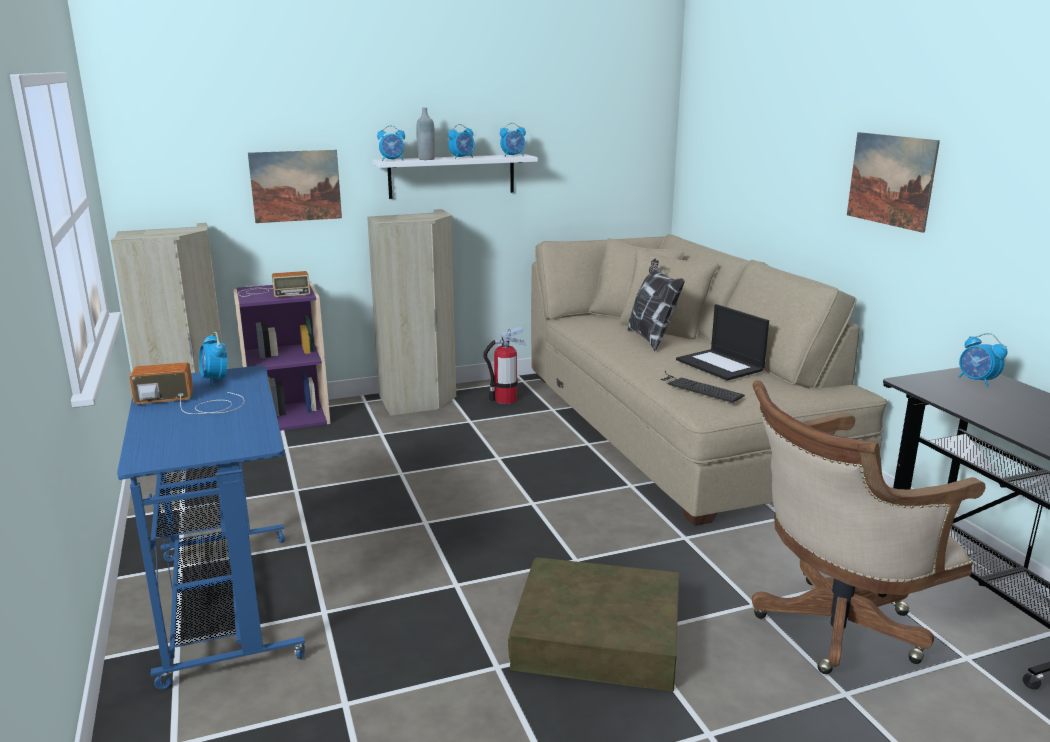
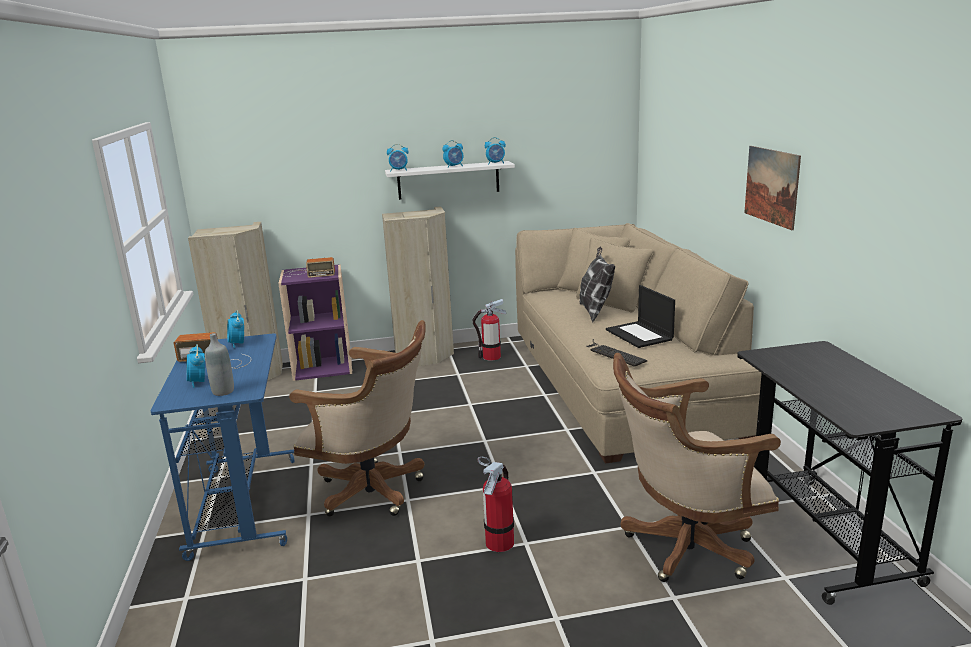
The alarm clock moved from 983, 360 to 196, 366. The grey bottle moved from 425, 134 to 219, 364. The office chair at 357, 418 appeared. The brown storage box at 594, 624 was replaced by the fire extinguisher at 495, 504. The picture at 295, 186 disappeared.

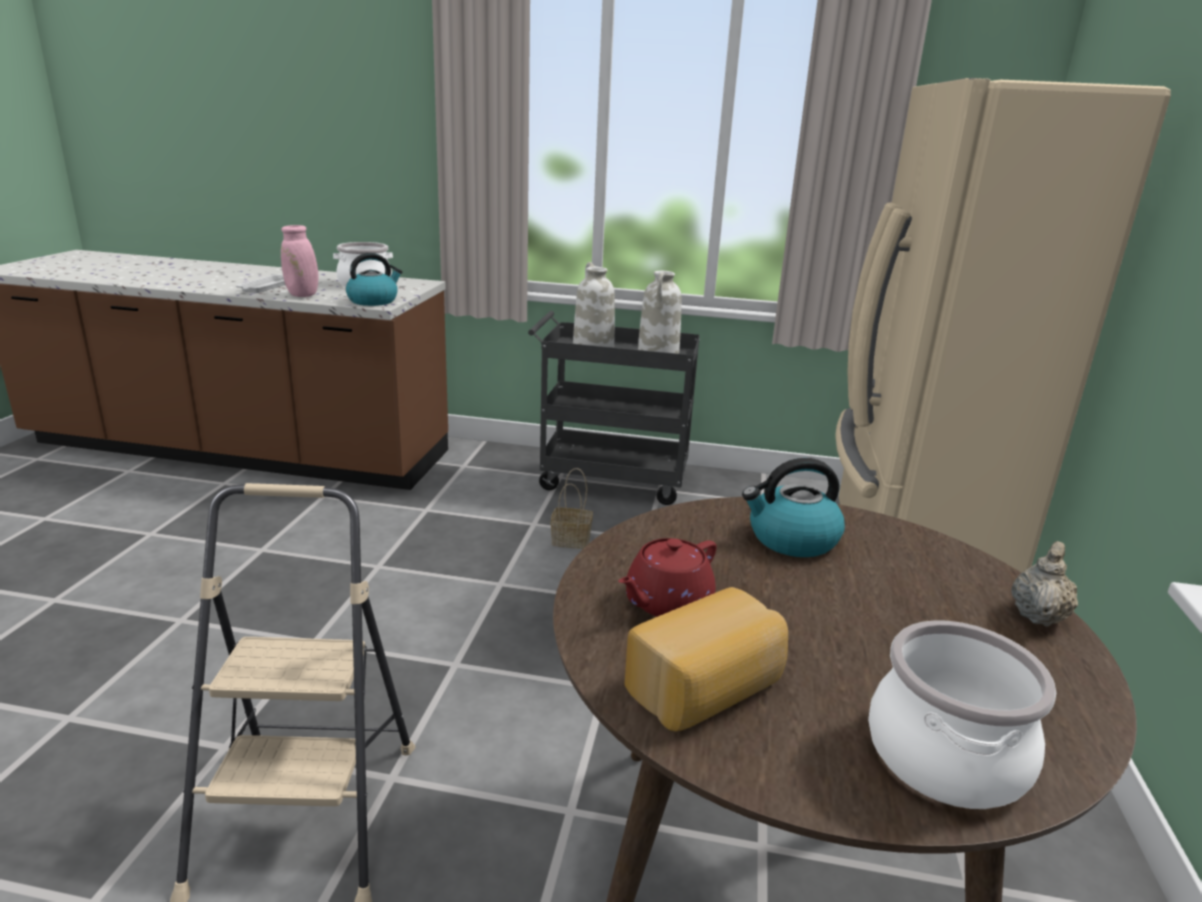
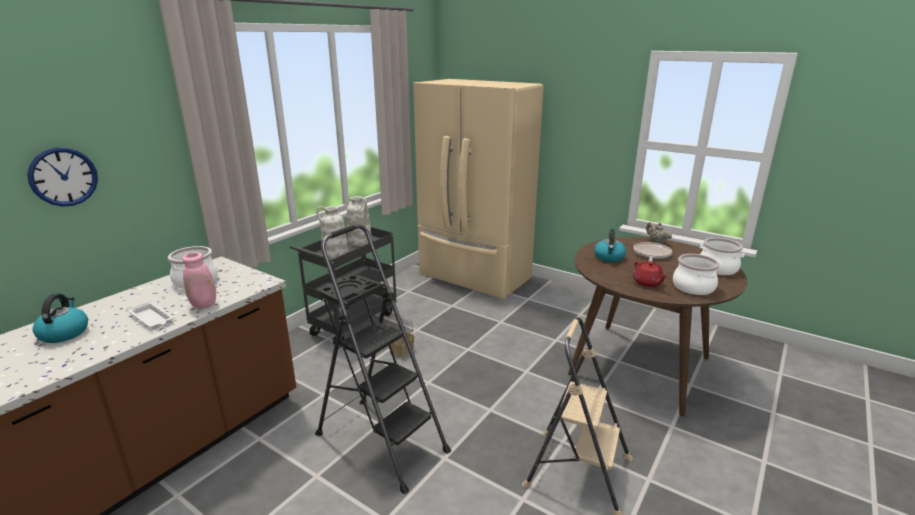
The wall clock at 62, 177 appeared. The kettle moved from 374, 279 to 60, 318. The step ladder at 383, 359 appeared. The frying pan at 652, 252 appeared. The bread at 706, 659 was replaced by the cooking pot at 696, 274.

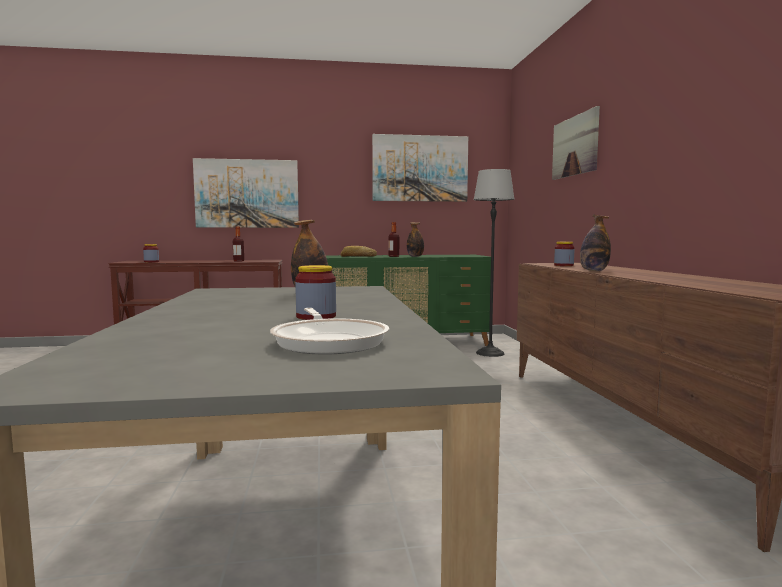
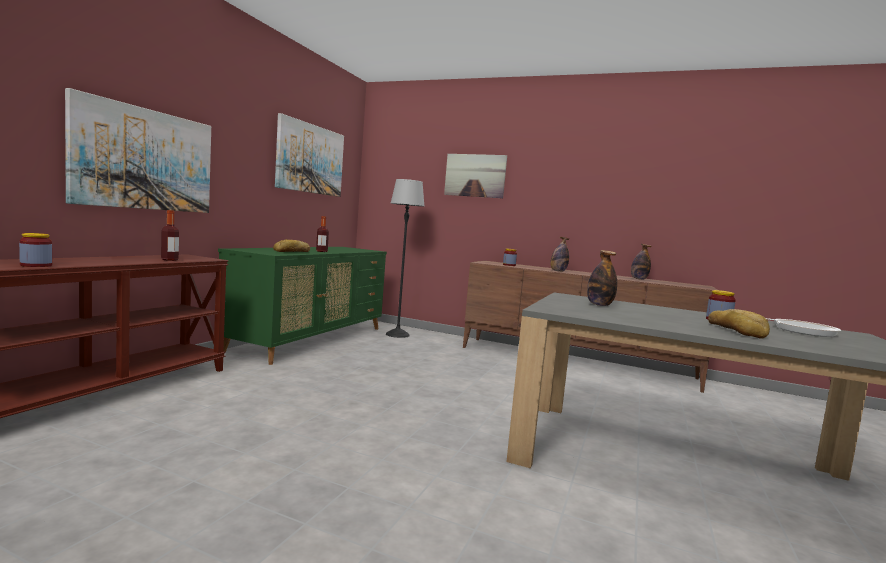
The bottle moved from 415, 239 to 641, 262. The bread at 739, 324 appeared.

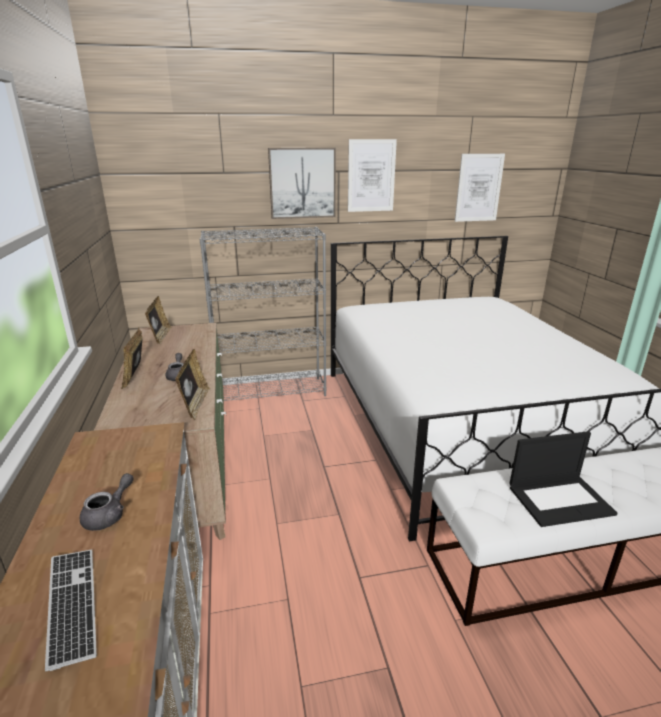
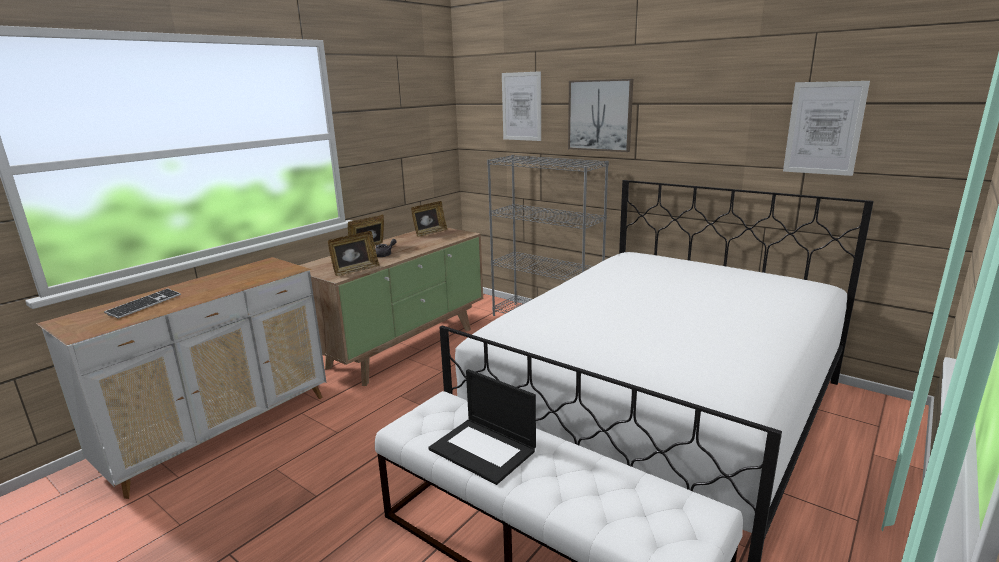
The picture moved from 372, 175 to 521, 106. The grey teapot at 107, 502 disappeared.

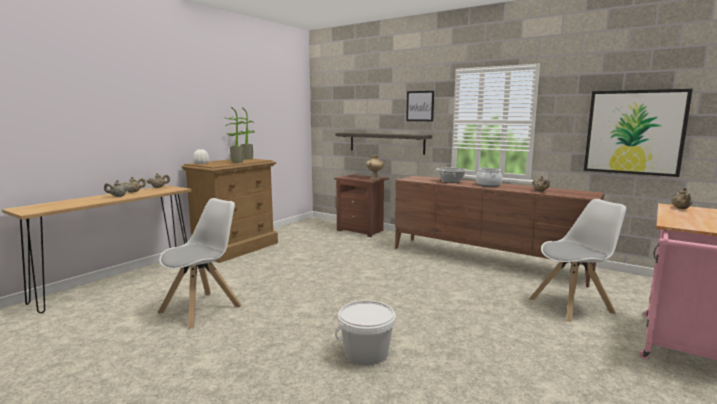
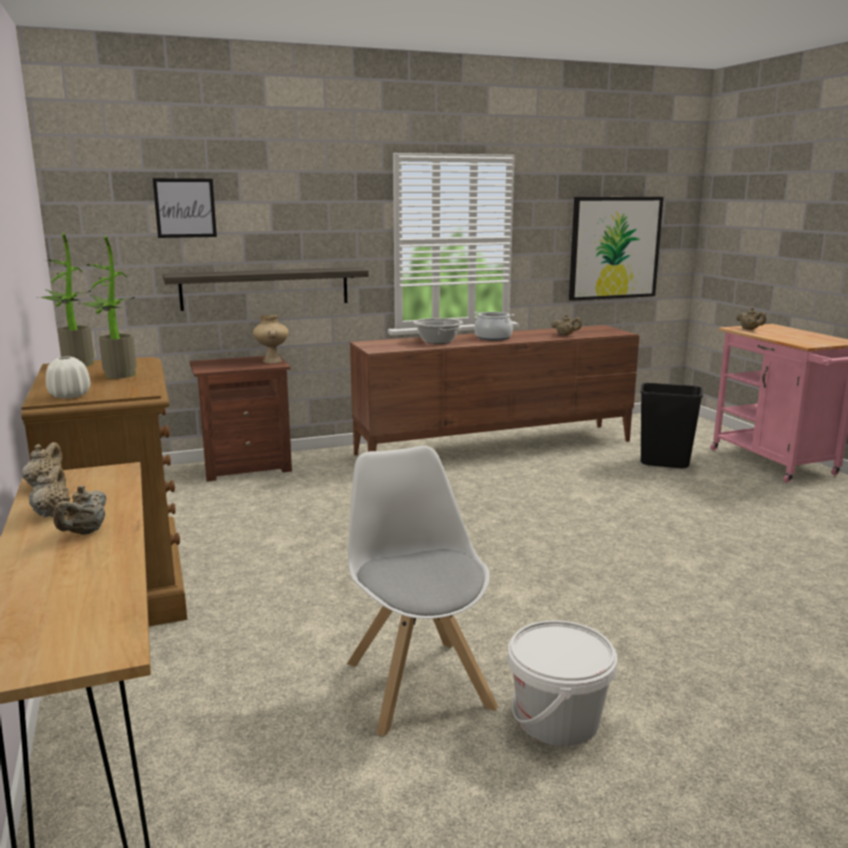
The picture moved from 420, 106 to 185, 208. The white bucket moved from 365, 332 to 562, 683. The chair at 577, 260 was replaced by the black trash can at 671, 425.

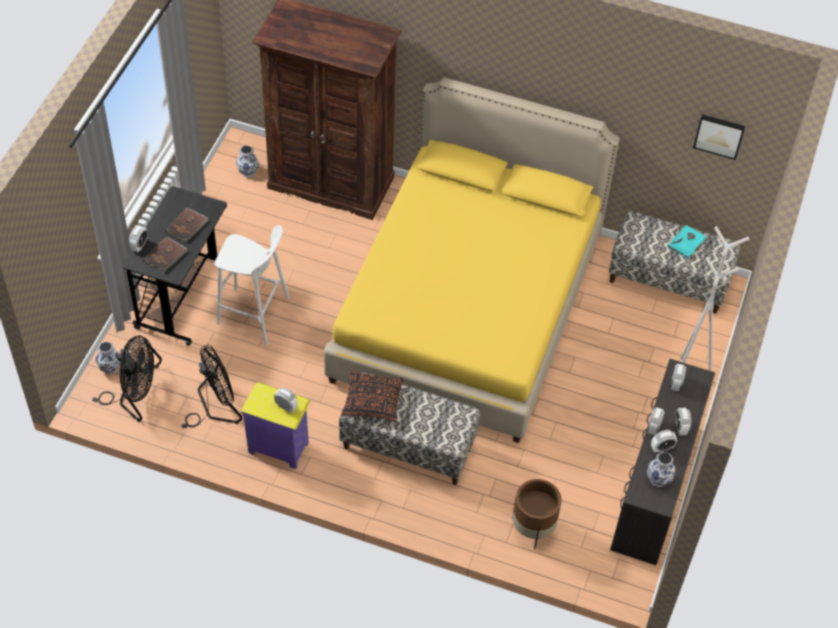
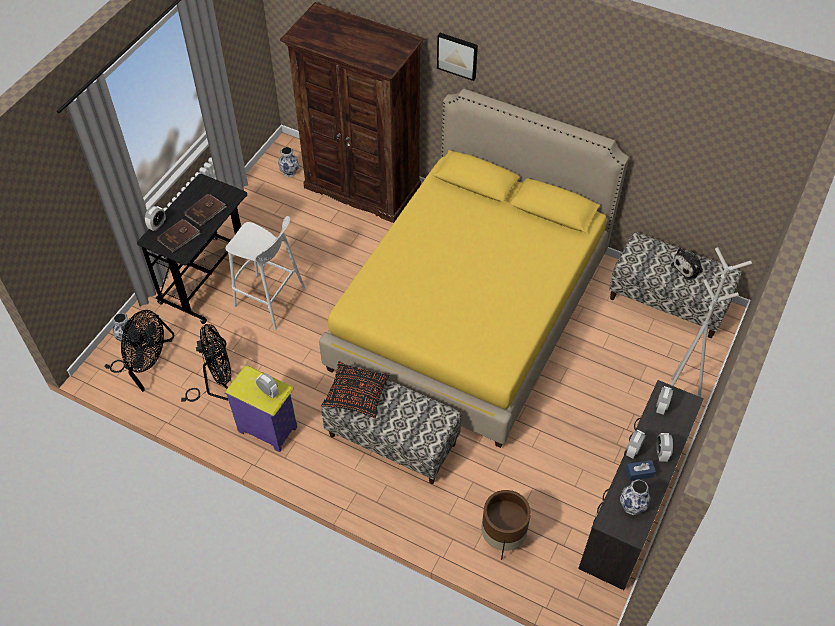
The picture moved from 719, 137 to 457, 57. The alarm clock at 664, 441 was replaced by the blue tissue box at 641, 470. The turquoise book at 687, 242 was replaced by the plush toy at 687, 264.

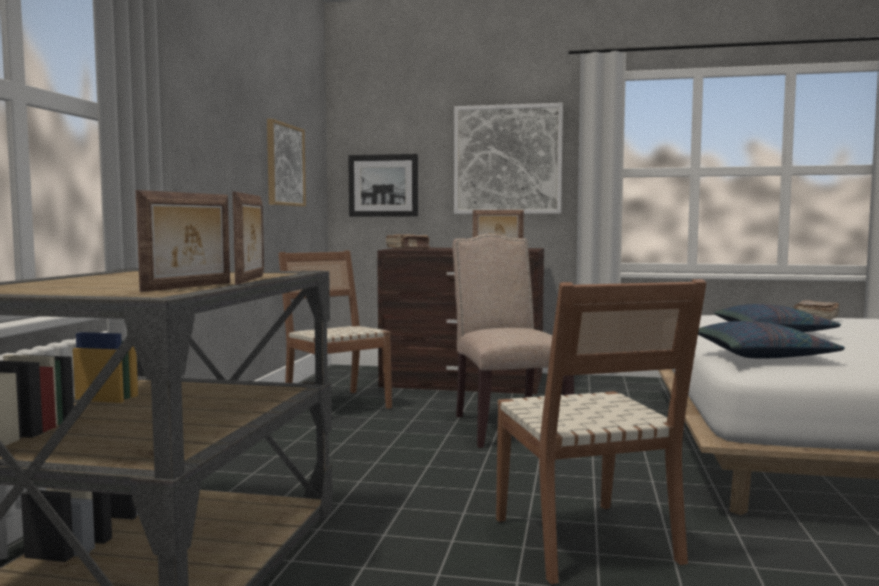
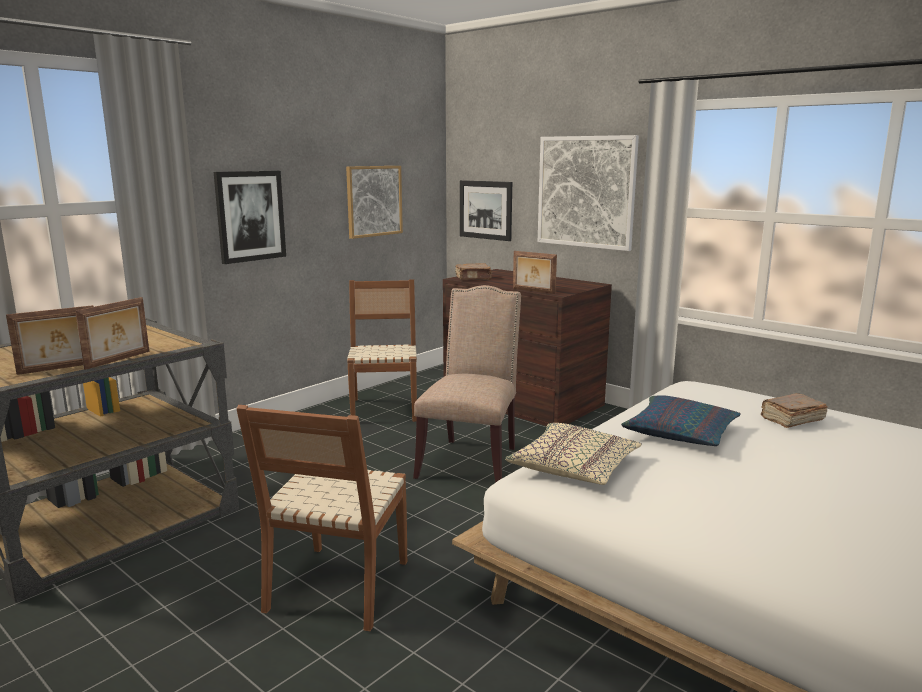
The picture at 250, 217 appeared. The blue pillow at 771, 339 became the beige pillow at 573, 454.

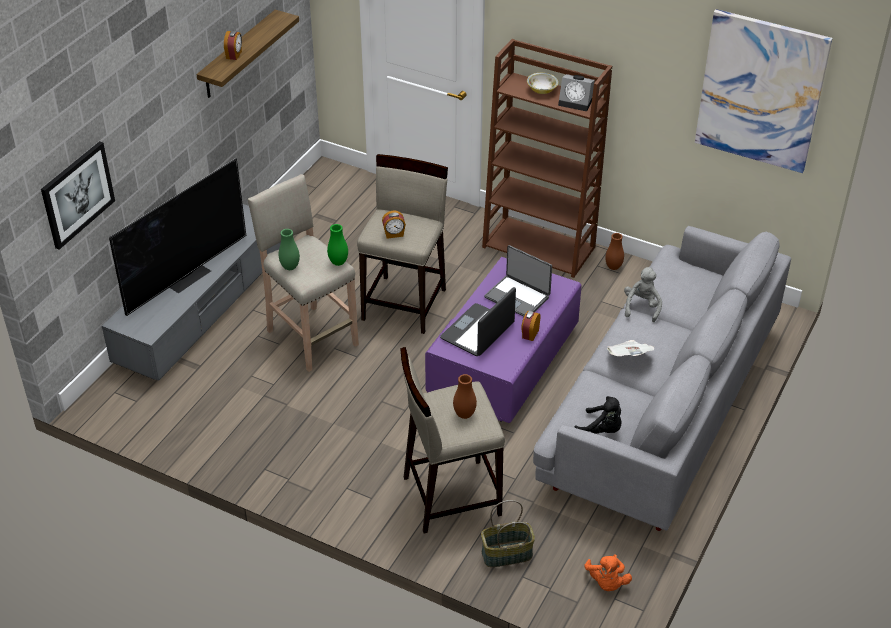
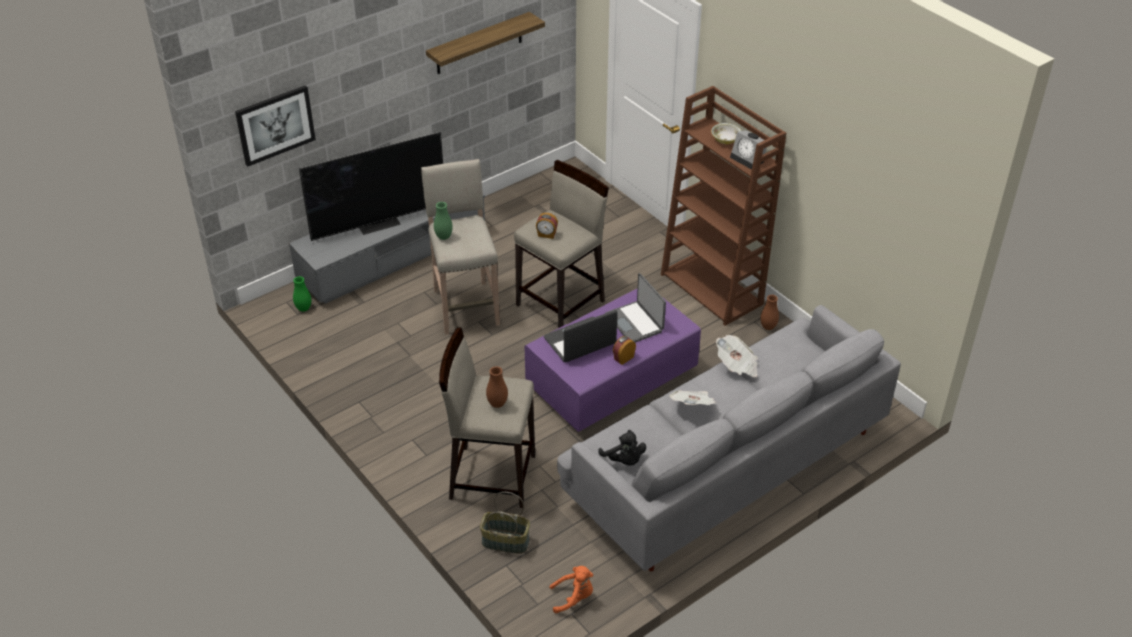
The green vase moved from 337, 245 to 302, 294. The orange plush toy at 608, 572 turned 120 degrees counterclockwise. The grey plush toy at 643, 294 was replaced by the newspaper at 737, 356. The alarm clock at 233, 45 disappeared. The picture at 764, 91 disappeared.

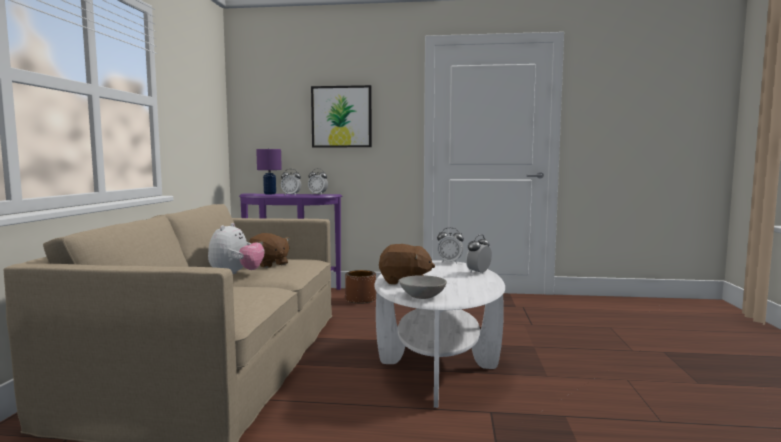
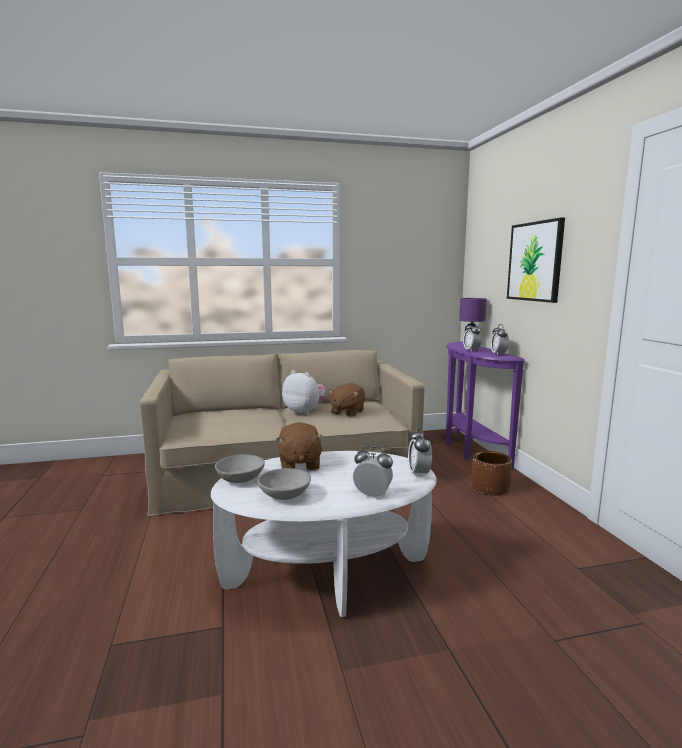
The grey bowl at 284, 484 appeared. The plush toy at 236, 248 turned 135 degrees counterclockwise.

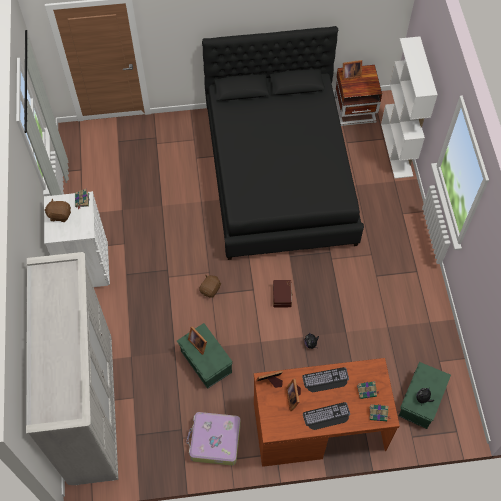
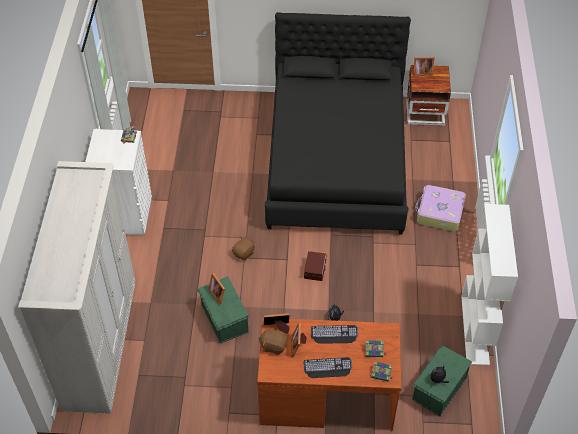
The brown plush toy moved from 57, 210 to 273, 341. The suitcase moved from 213, 439 to 440, 208. The white bookcase moved from 409, 107 to 489, 285.

